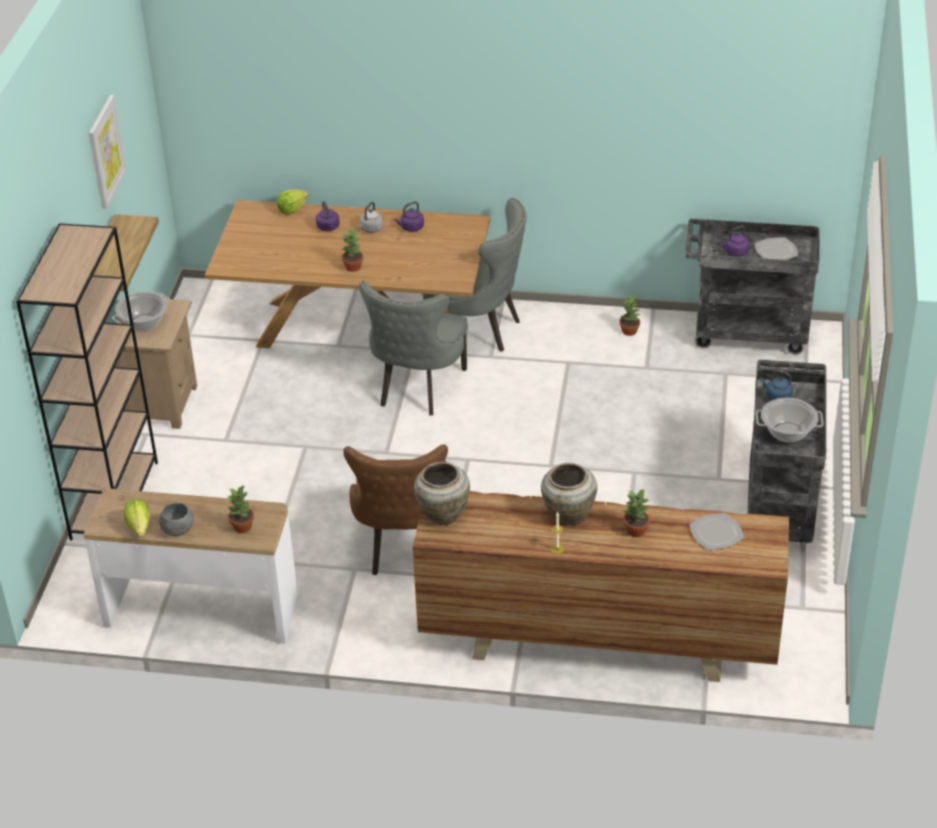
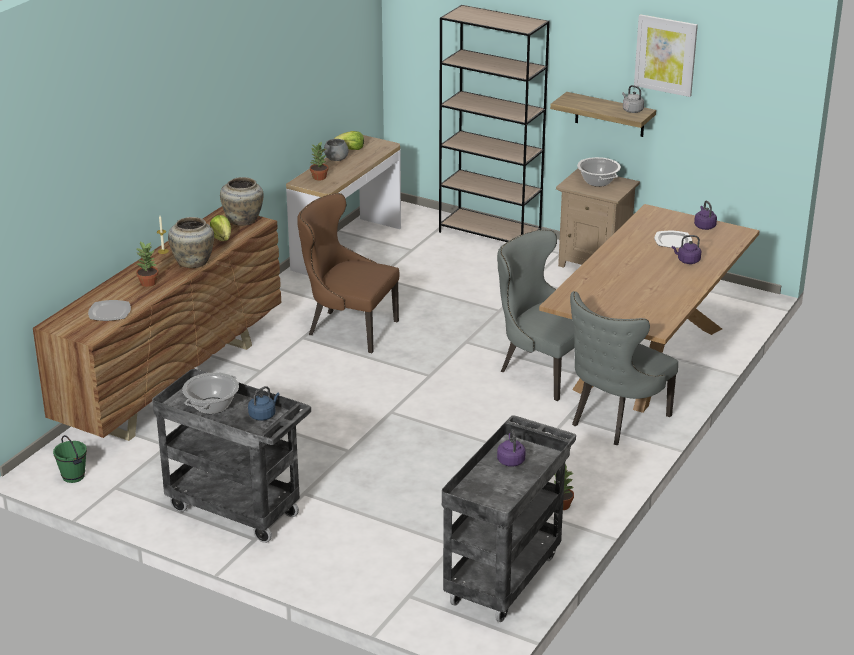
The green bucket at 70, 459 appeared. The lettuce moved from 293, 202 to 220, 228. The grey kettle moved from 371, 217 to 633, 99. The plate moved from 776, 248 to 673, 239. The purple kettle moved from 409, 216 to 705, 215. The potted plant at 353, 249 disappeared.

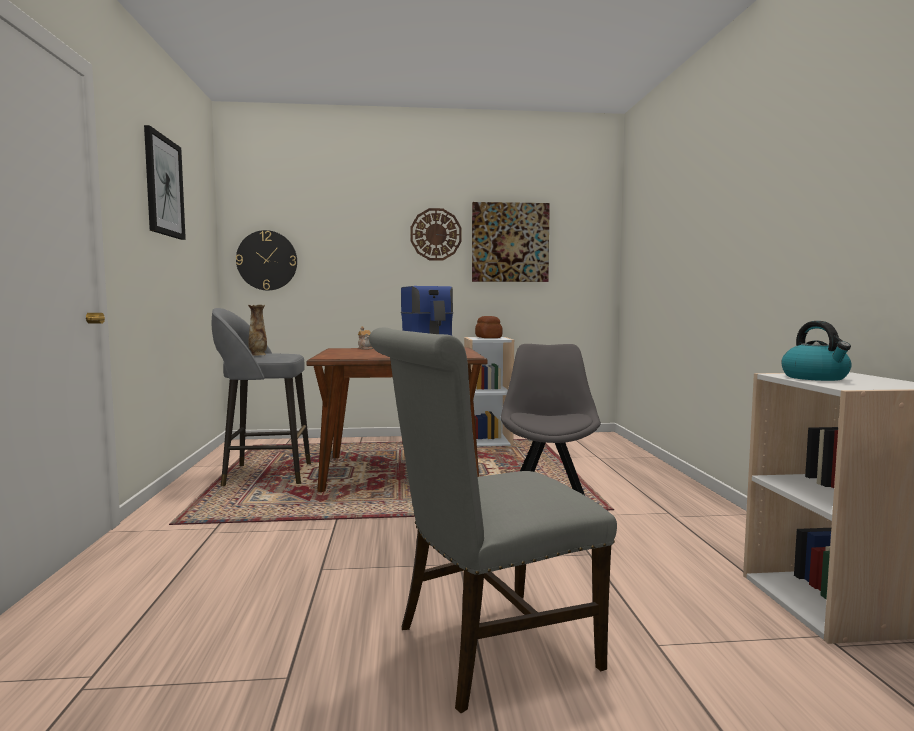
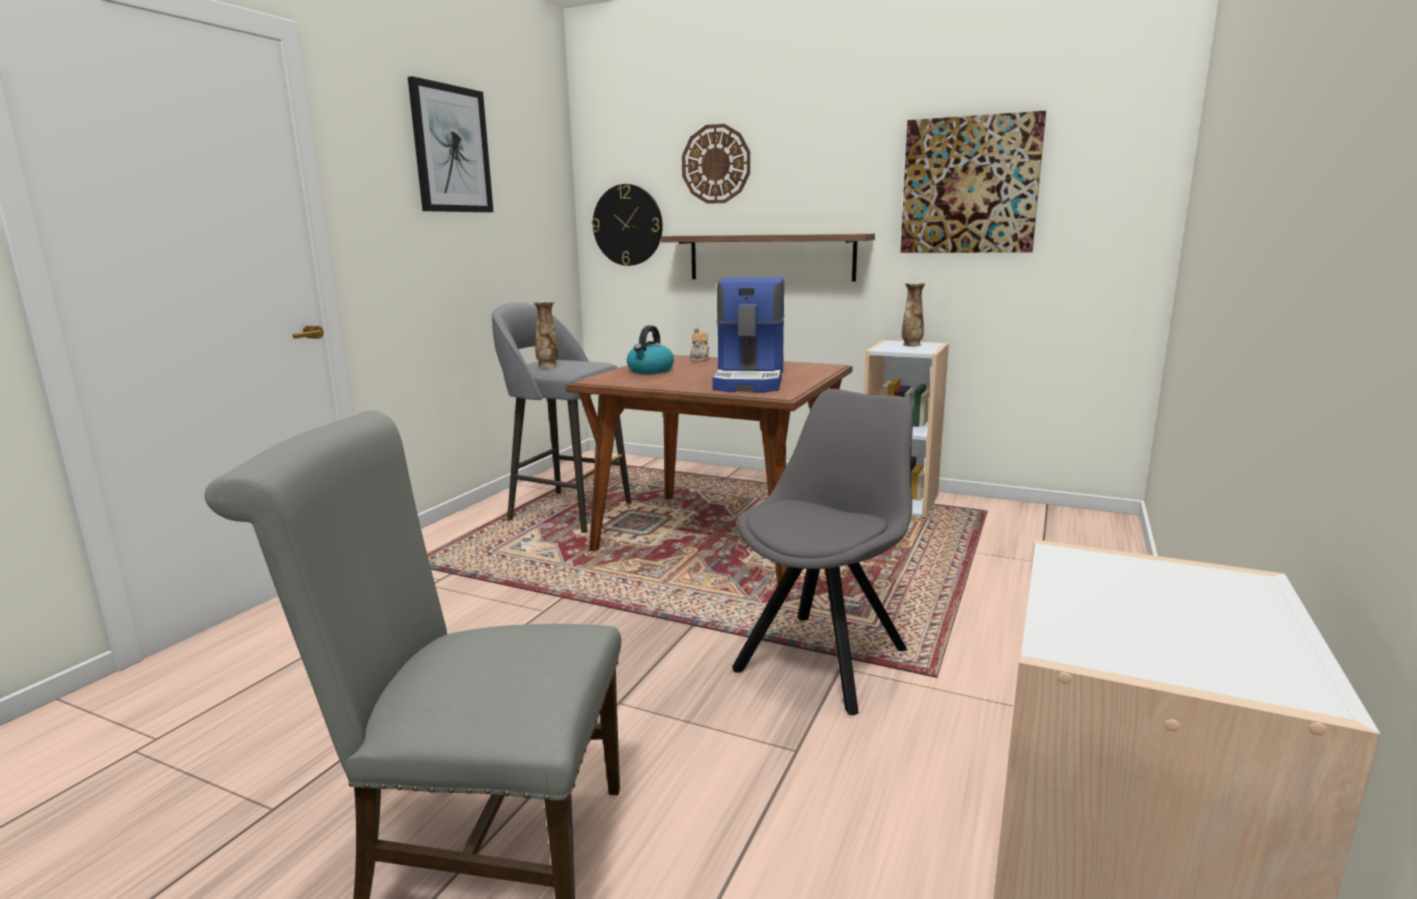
The kettle moved from 816, 351 to 650, 350. The shelf at 768, 257 appeared. The wall clock moved from 436, 234 to 716, 164. The bread at 489, 327 was replaced by the vase at 913, 314.

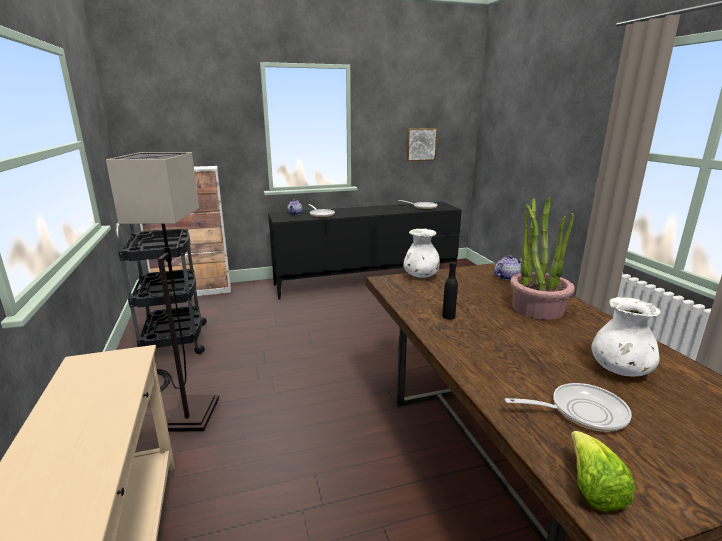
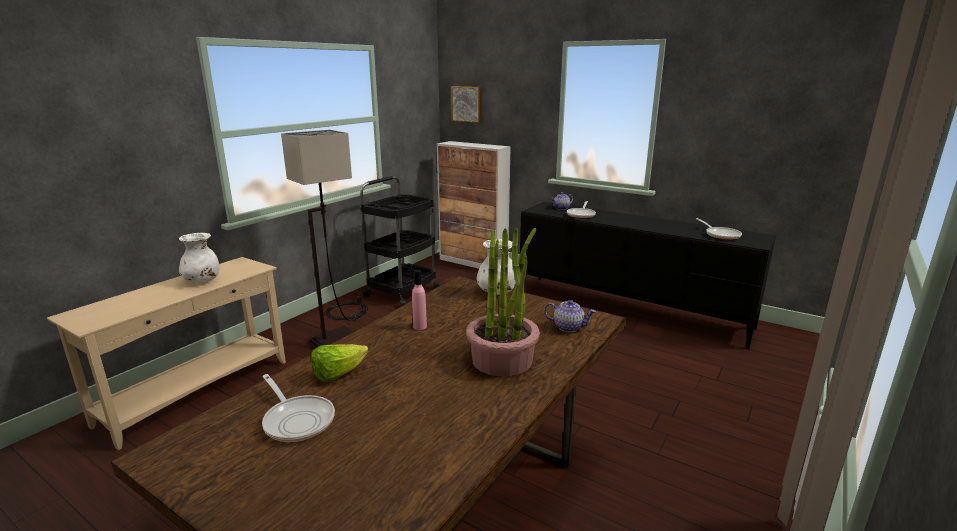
The white vase moved from 626, 336 to 199, 258. The lettuce moved from 603, 471 to 340, 363. The black bottle at 450, 291 became the pink bottle at 419, 300. The picture moved from 422, 144 to 466, 104.

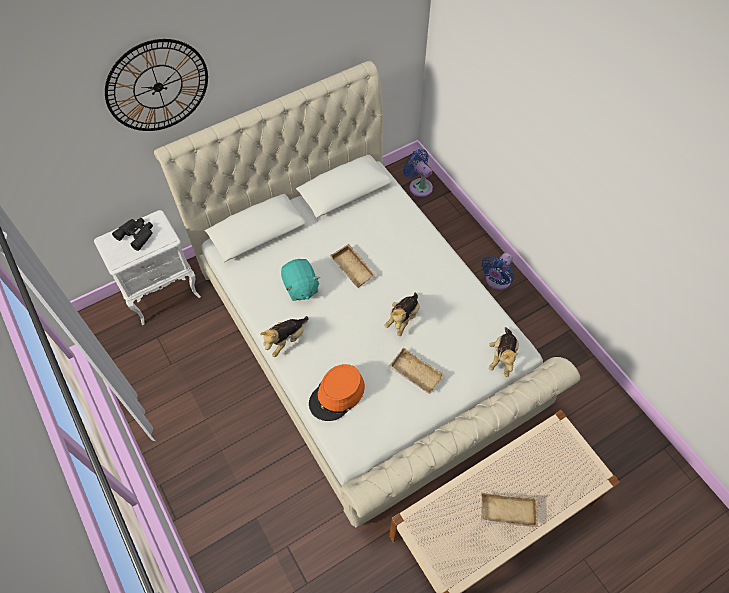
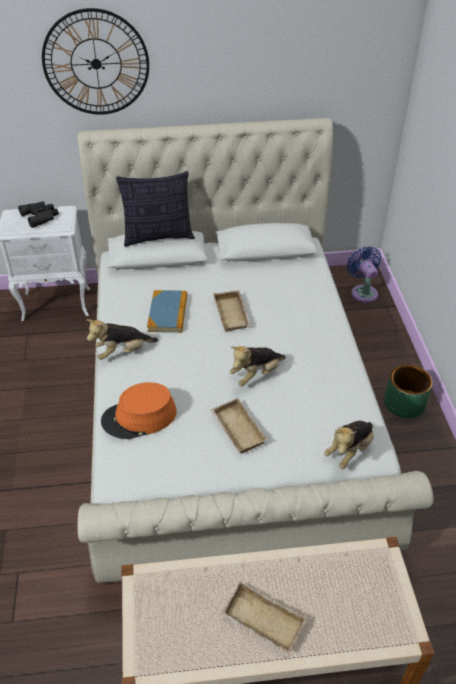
The pillow at 155, 209 appeared. The turquoise plush toy at 300, 280 was replaced by the book at 167, 311. The blue fan at 498, 271 was replaced by the green planter at 408, 391.

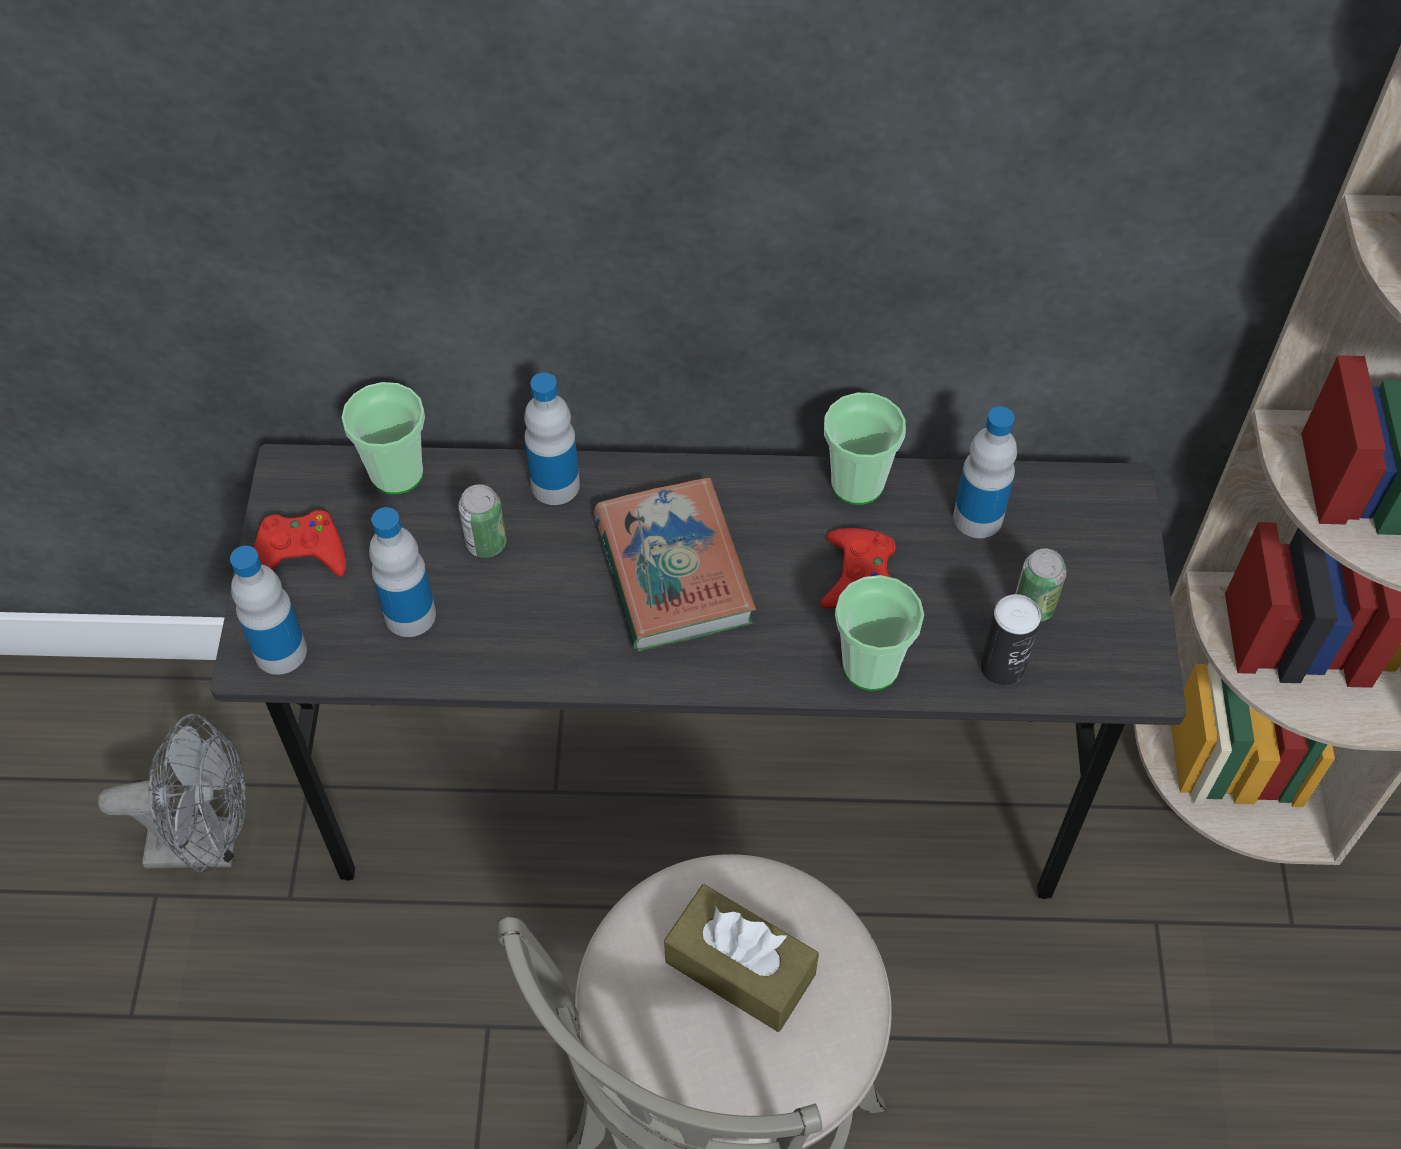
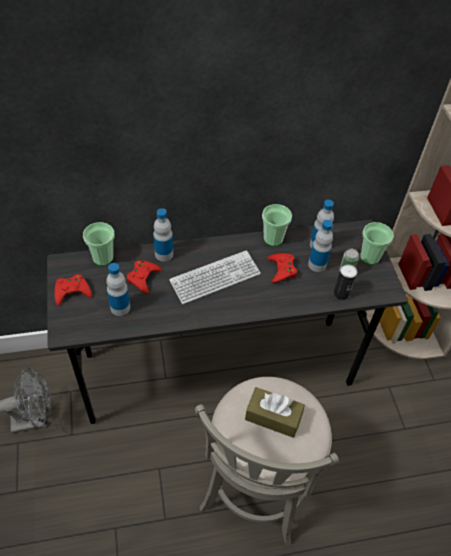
The can at 482, 521 was replaced by the red game controller at 144, 277. The book at 675, 564 was replaced by the keyboard at 215, 277. The bottle moved from 268, 610 to 320, 246. The cup moved from 879, 633 to 377, 243.

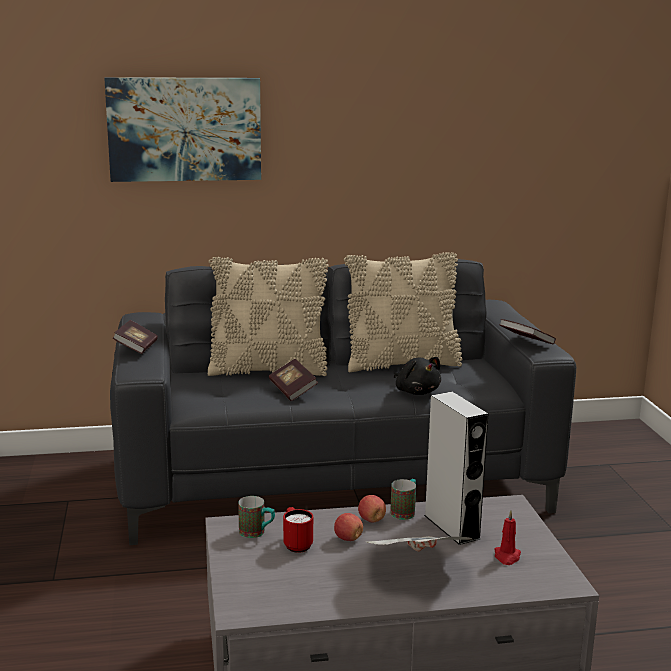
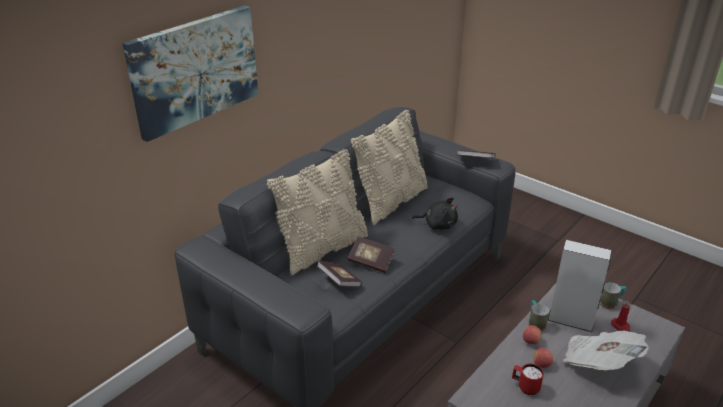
The book moved from 135, 337 to 339, 274. The mug moved from 256, 517 to 613, 296.

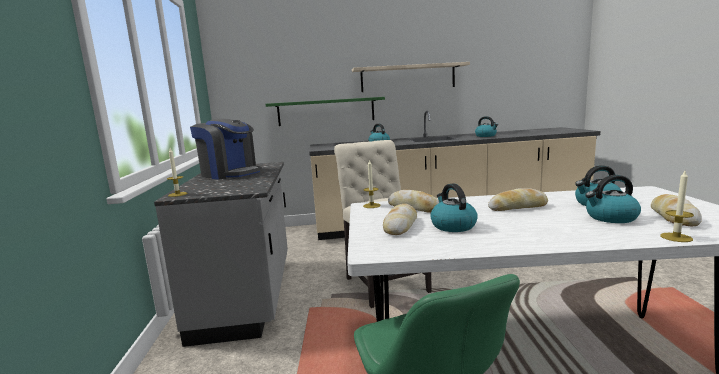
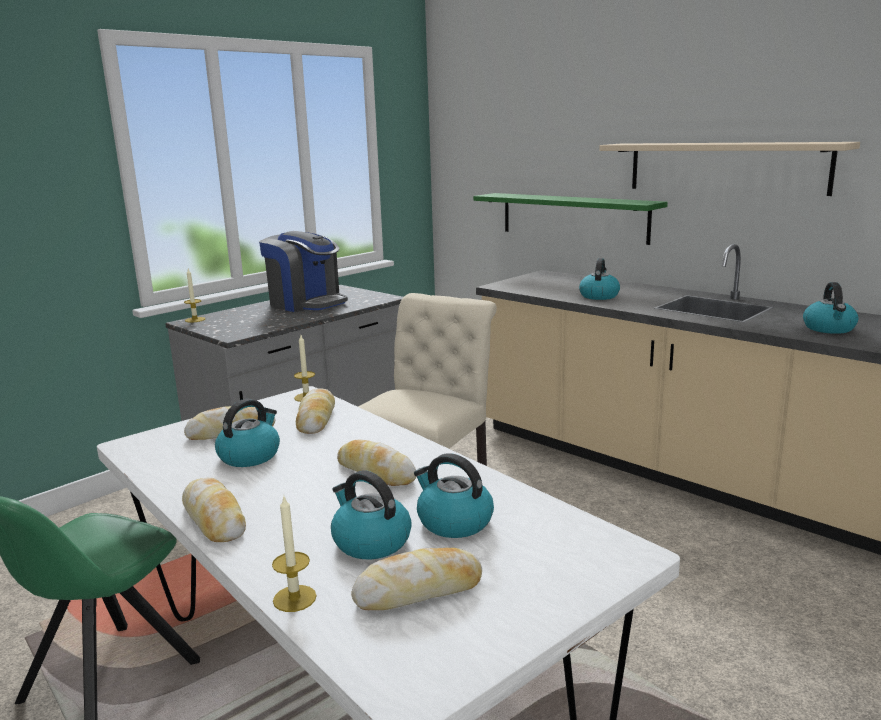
The bread at 214, 509 appeared. The coffee machine at 226, 149 turned 45 degrees counterclockwise.

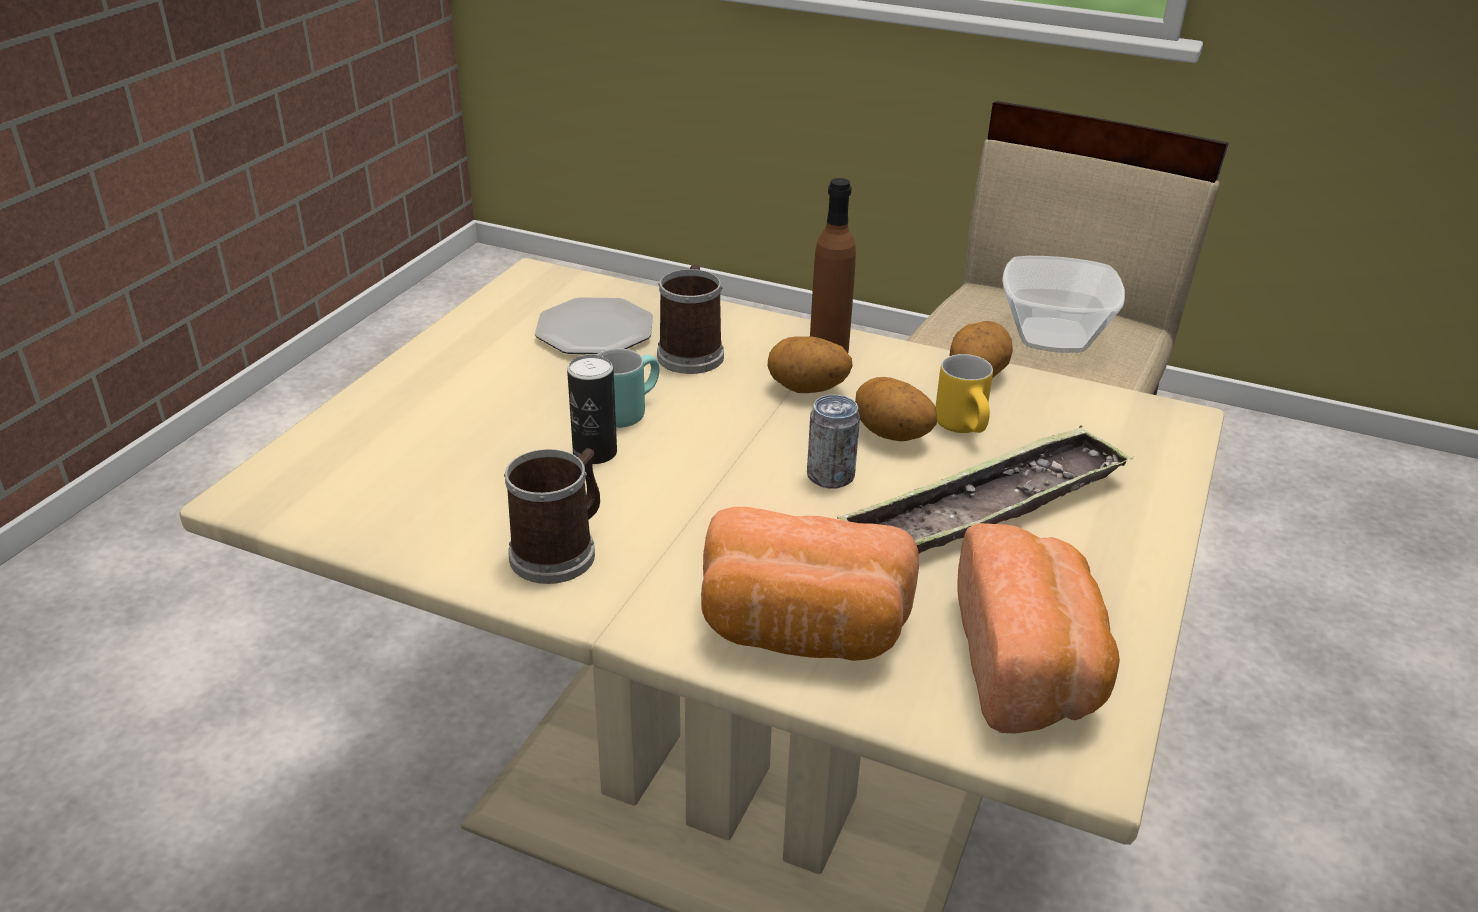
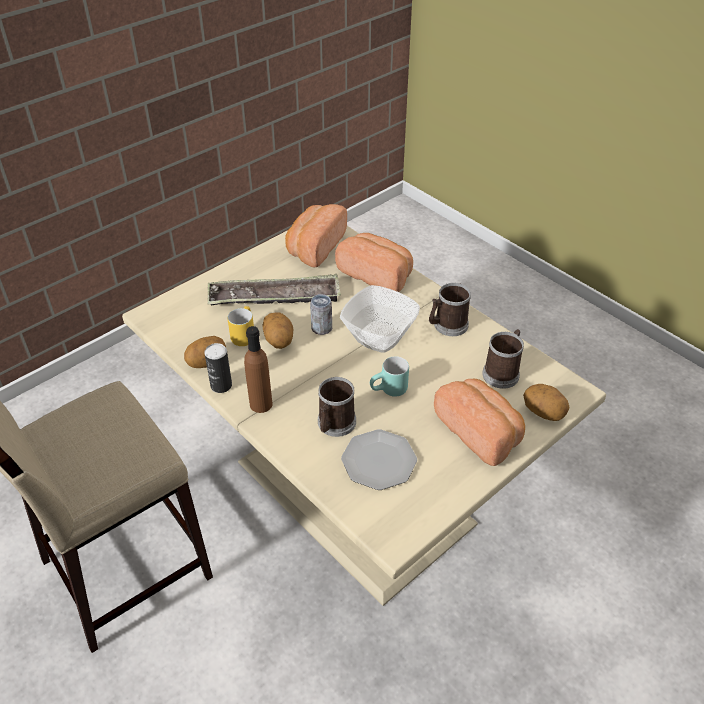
The can moved from 592, 409 to 218, 368. The bowl moved from 1063, 304 to 380, 319. The bread at 479, 422 appeared. The mug at 503, 359 appeared. The potato moved from 810, 364 to 546, 402.

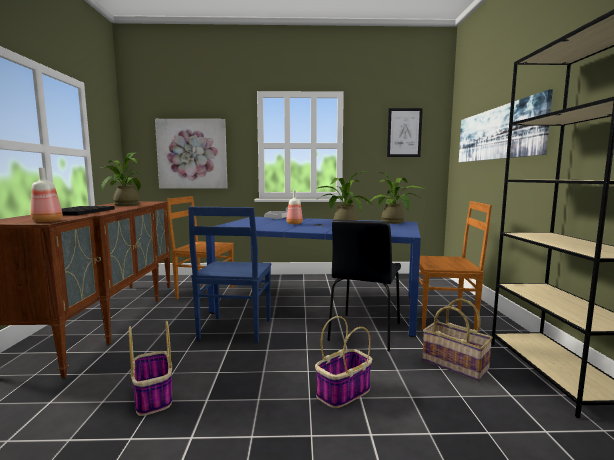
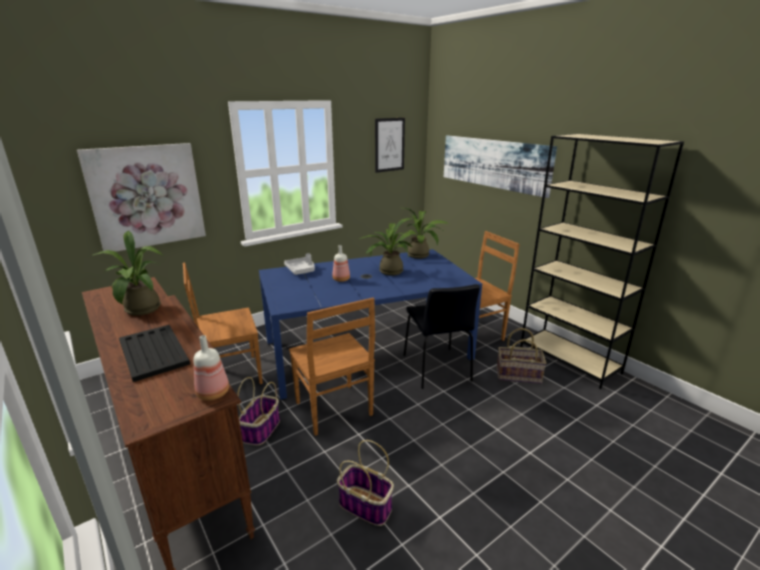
The basket moved from 343, 362 to 258, 411. The blue chair at 229, 275 became the brown chair at 332, 367.

